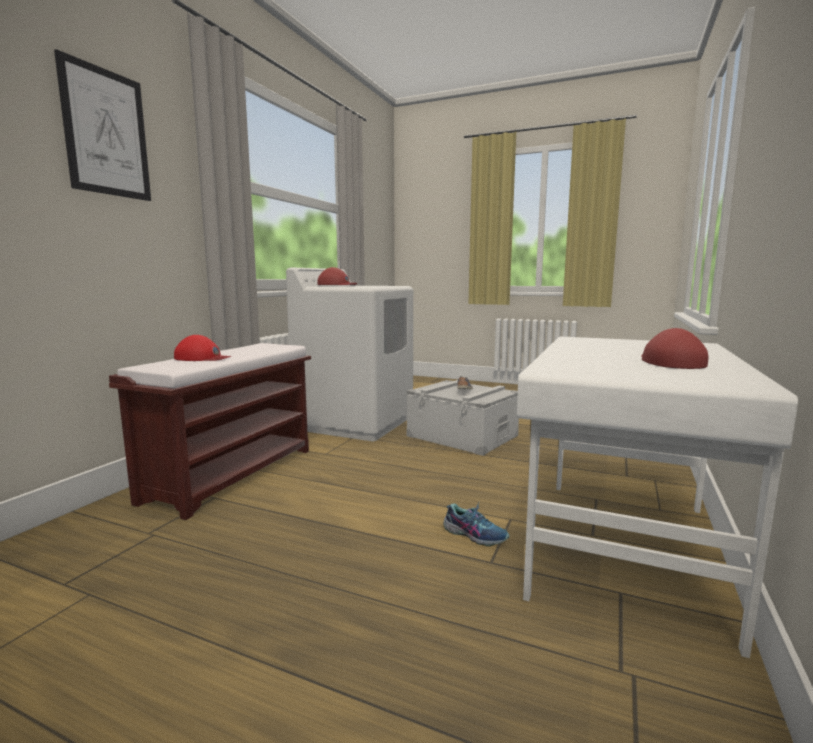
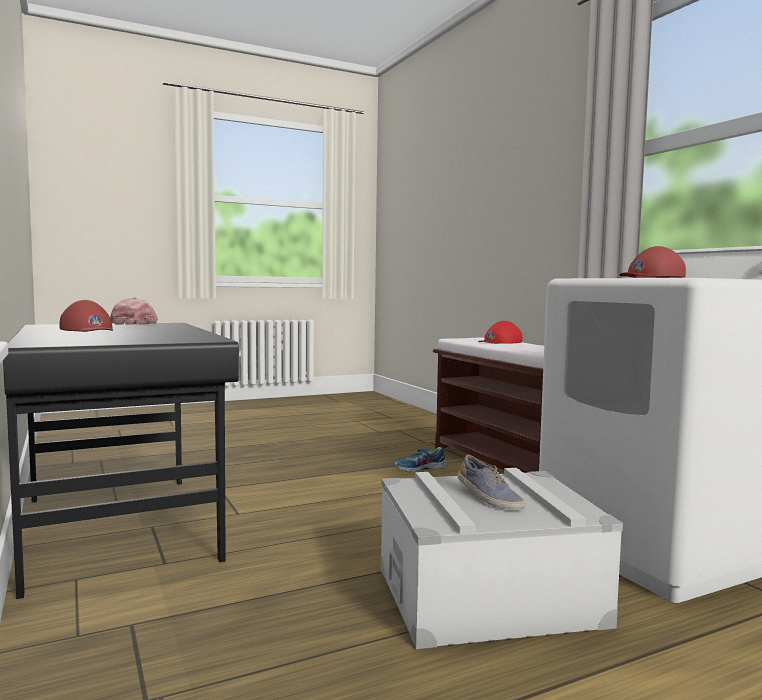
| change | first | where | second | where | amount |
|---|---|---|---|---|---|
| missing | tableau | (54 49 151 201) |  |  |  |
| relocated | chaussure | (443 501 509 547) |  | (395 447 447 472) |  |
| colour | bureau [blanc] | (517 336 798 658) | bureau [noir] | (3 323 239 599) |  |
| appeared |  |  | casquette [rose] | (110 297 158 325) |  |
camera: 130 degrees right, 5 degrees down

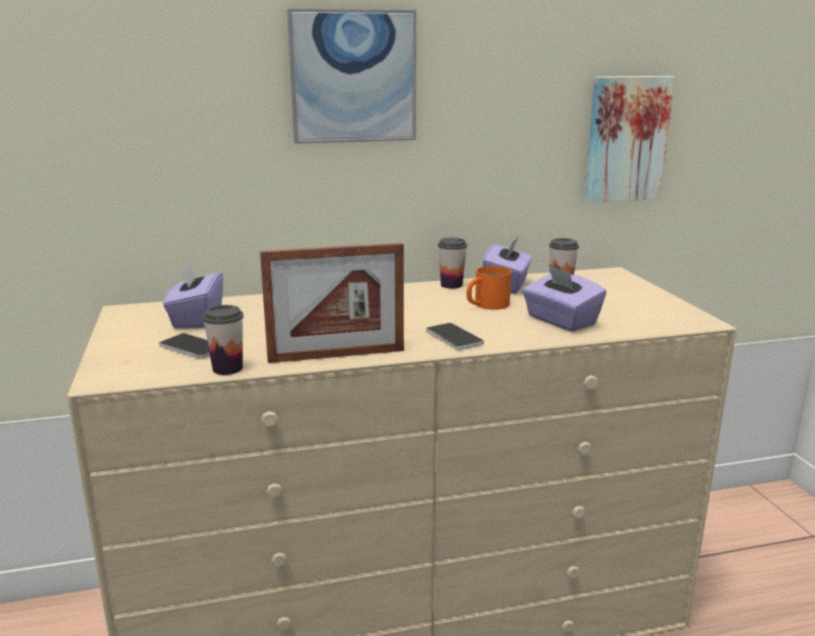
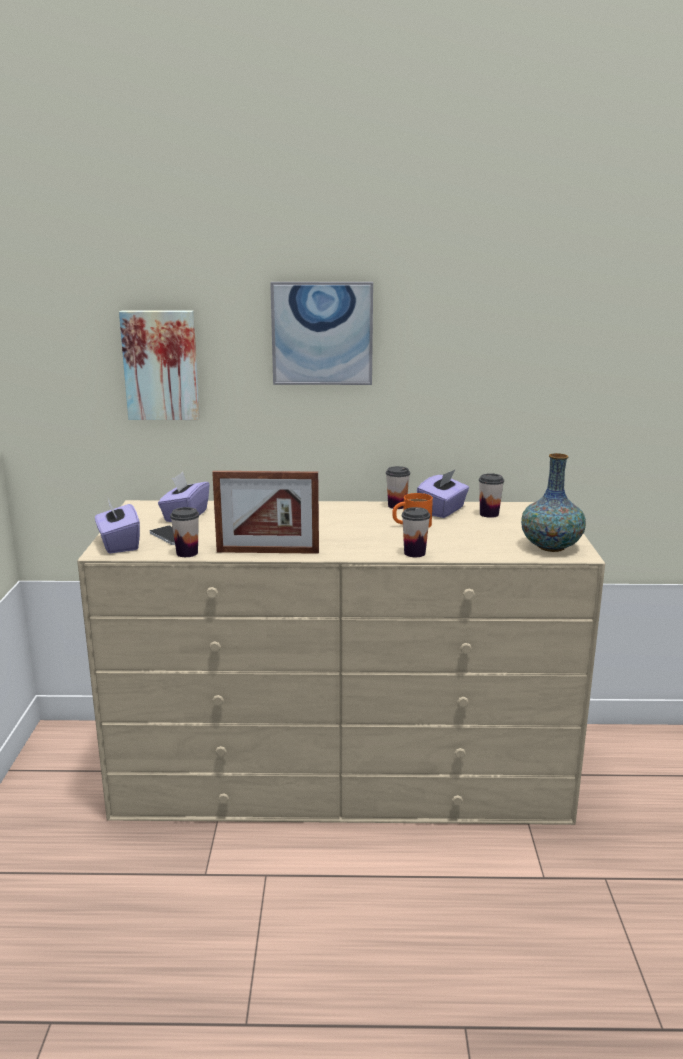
| change | first | where | second | where | amount |
|---|---|---|---|---|---|
| missing | téléphone | (426 323 484 350) |  |  |  |
| relocated | boîte à mouchoirs [violet] | (522 264 606 332) |  | (95 498 140 554) |  |
| relocated | tableau | (585 76 675 203) |  | (119 310 200 420) |  |
| appeared |  |  | tasse | (402 507 430 557) |  |
| appeared |  |  | vase | (521 453 586 552) |  |
camera: 15 degrees right, 0 degrees up

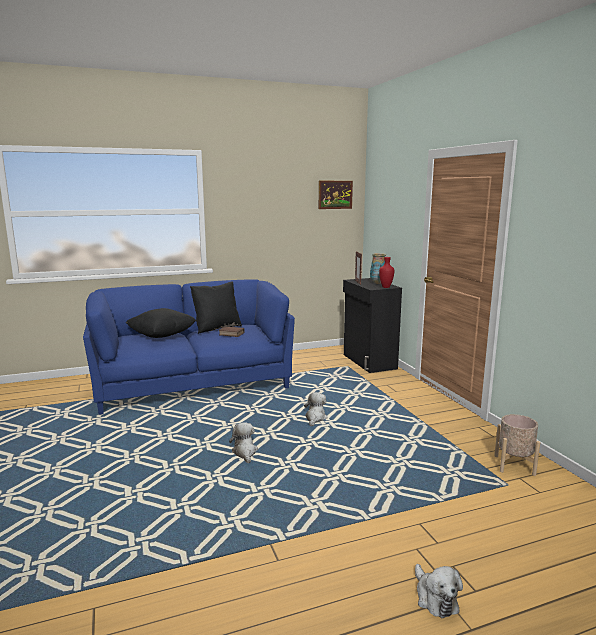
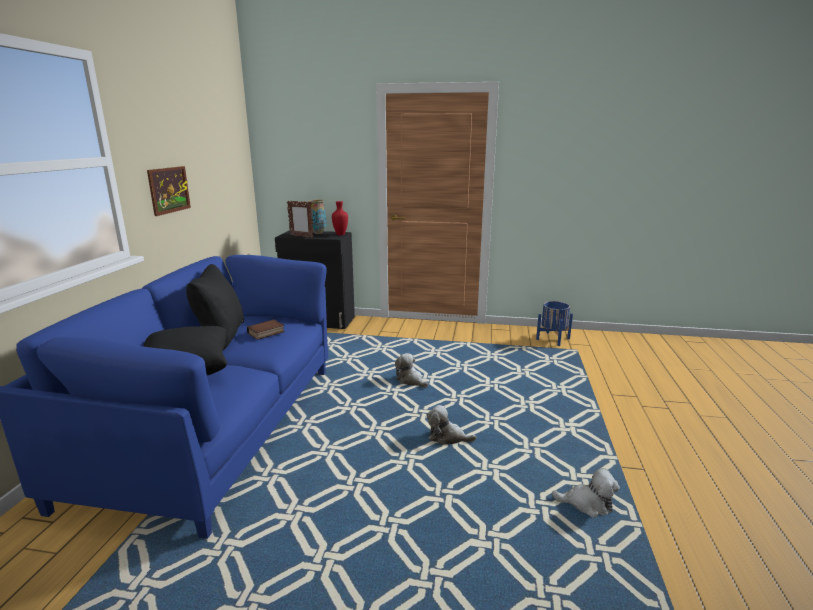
| change | first | where | second | where | amount |
|---|---|---|---|---|---|
| relocated | tableau | (319 181 353 209) |  | (147 166 191 216) |  |
| relocated | peluche | (415 564 463 618) |  | (552 468 620 518) |  |
| colour | cache-pot [beige] | (494 414 540 476) | cache-pot [bleu] | (536 301 573 346) |  |
camera: 60 degrees left, 5 degrees up

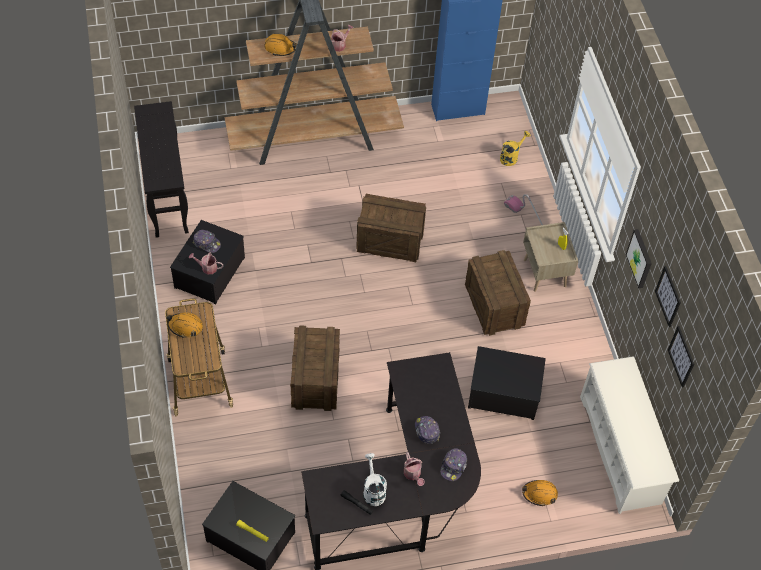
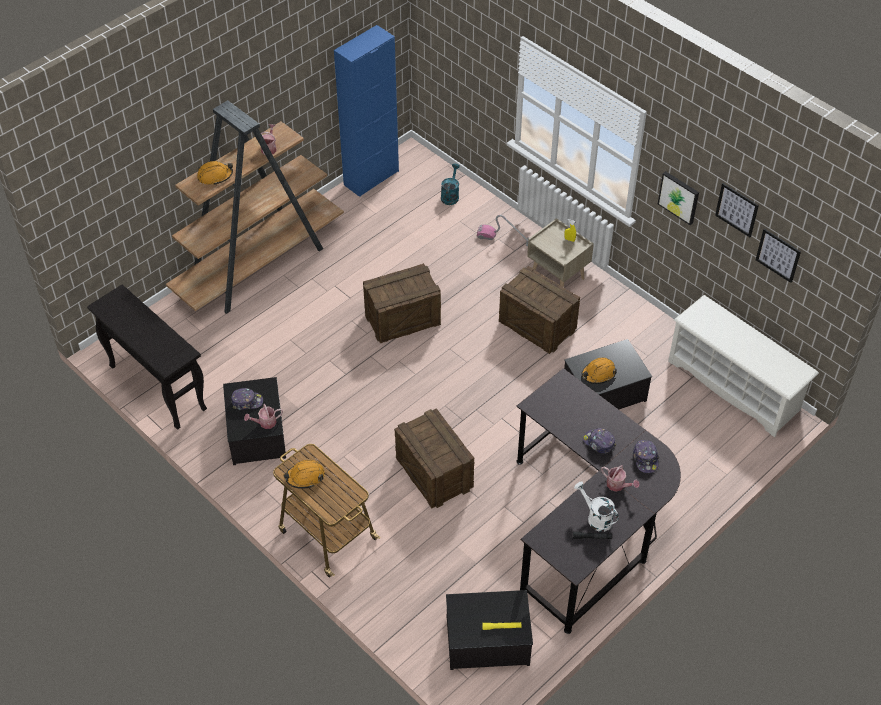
| change | first | where | second | where | amount |
|---|---|---|---|---|---|
| colour | arrosoir [jaune] | (500 131 530 166) | arrosoir [turquoise] | (441 164 460 205) |  |
| relocated | casque de chantier [orange] | (522 480 558 506) |  | (582 358 617 384) |  |
camera: 30 degrees left, 5 degrees down

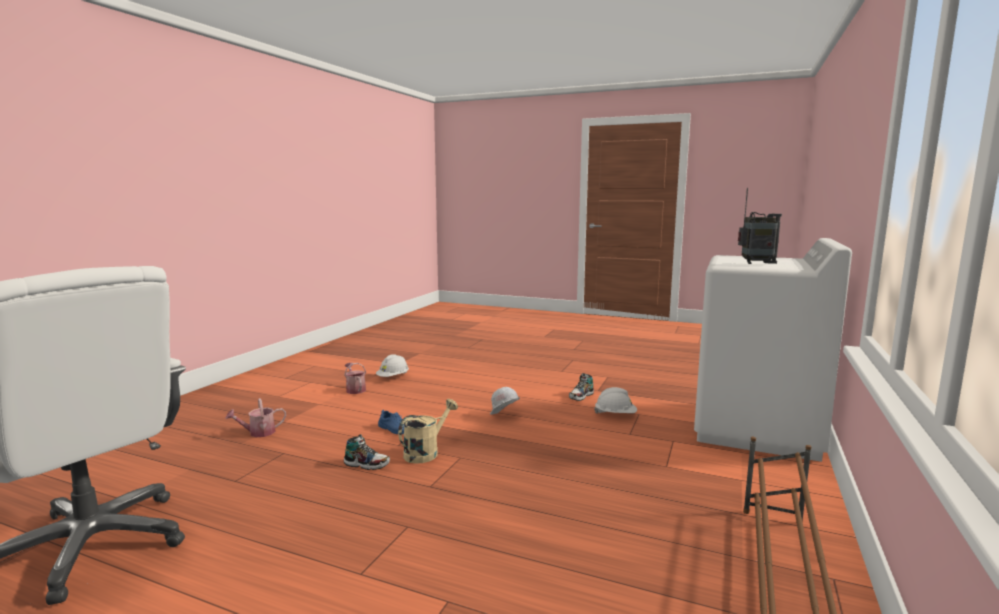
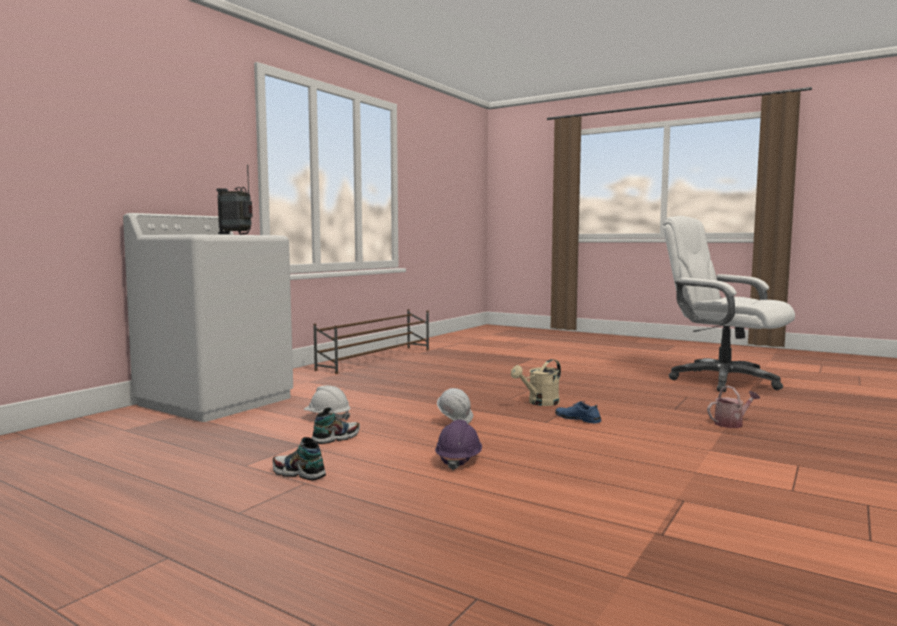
| change | first | where | second | where | amount |
|---|---|---|---|---|---|
| missing | arrosoir | (344 363 366 394) |  |  |  |
| relocated | chaussure | (344 434 390 470) |  | (273 437 326 480) |  |
| missing | casque de chantier [blanc] | (376 354 409 377) |  |  |  |
| appeared |  |  | casque de chantier [violet] | (435 420 482 470) |  |
camera: 170 degrees left, 5 degrees down

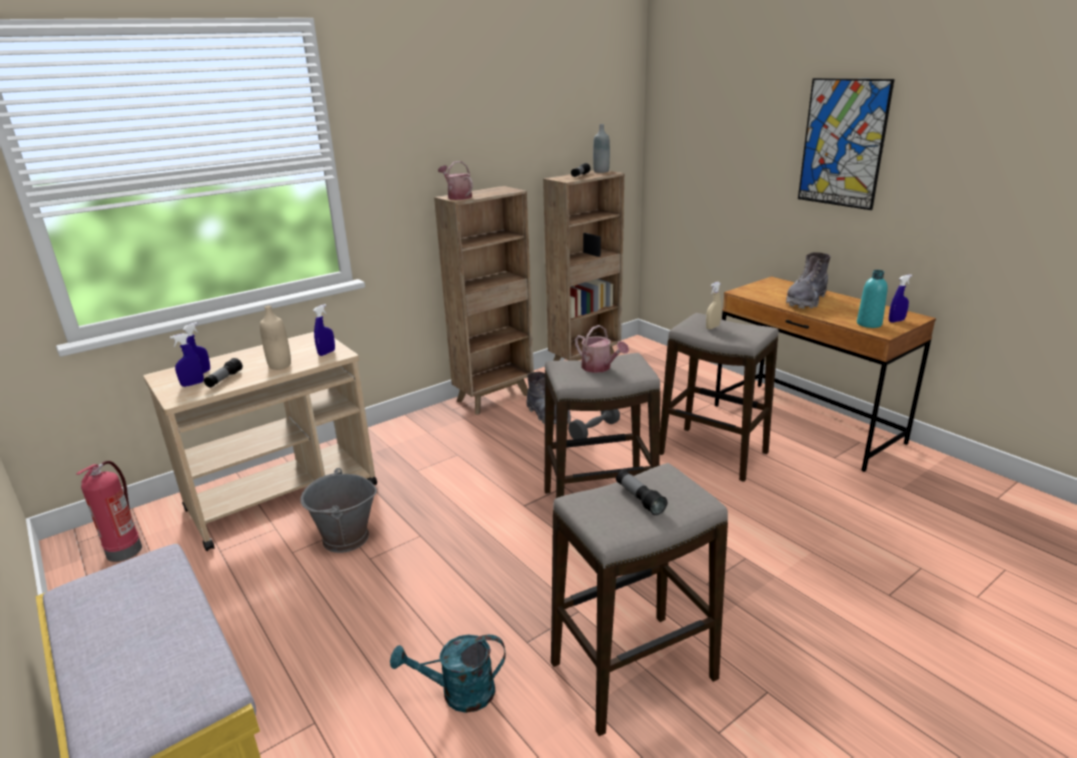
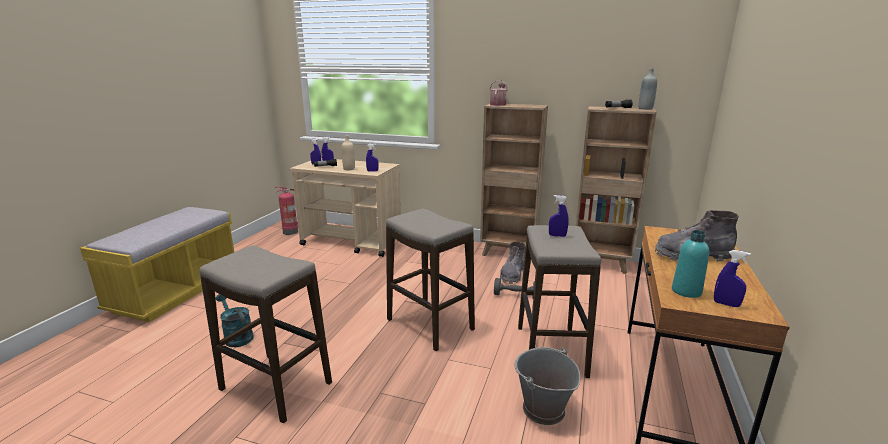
| change | first | where | second | where | amount |
|---|---|---|---|---|---|
| relocated | seau [gris] | (300 468 377 553) |  | (515 347 580 425) |  |
| missing | arrosoir | (575 325 629 373) |  |  |  |
| missing | lampe de poche | (616 470 667 515) |  |  |  |
| colour | vaporisateur [beige] | (706 282 721 329) | vaporisateur [bleu] | (549 195 569 237) |  |
| missing | tableau | (798 78 895 210) |  |  |  |
camera: 55 degrees right, 5 degrees down

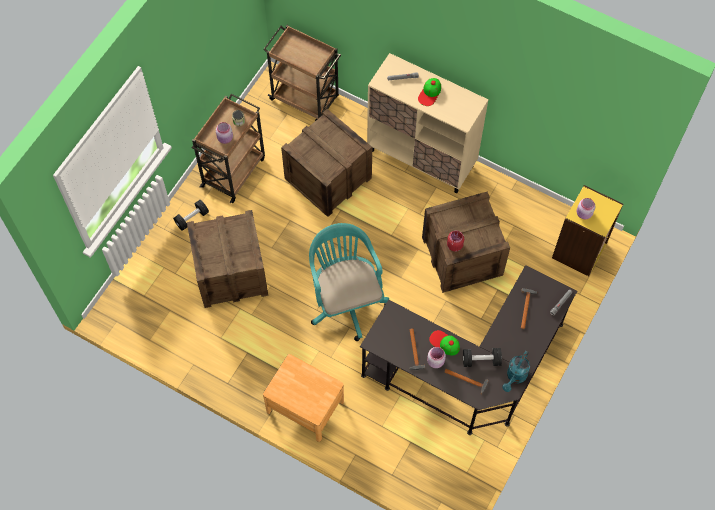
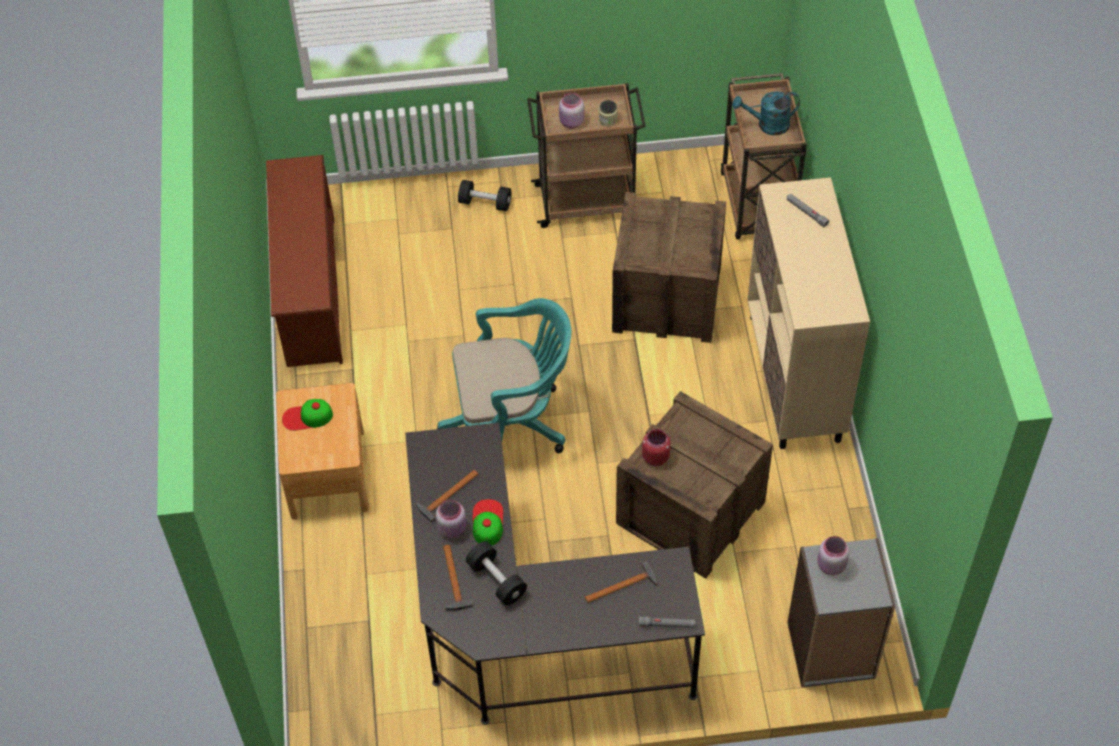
| change | first | where | second | where | amount |
|---|---|---|---|---|---|
| missing | caisse | (187 210 268 308) |  |  |  |
| spun | chaise de bureau [turquoise] | (309 223 389 341) |  | (437 298 571 453) | 45 degrees clockwise |
| relocated | casquette | (418 78 441 106) |  | (282 399 333 431) |  |
| relocated | arrosoir [turquoise] | (502 351 530 392) |  | (732 91 800 135) |  |
| colour | bibliothèque [jaune] | (552 185 623 276) | bibliothèque [gris] | (787 538 895 687) |  |
| appeared |  |  | étagère à chaussures [marron] | (266 155 343 367) |  |
camera: 55 degrees right, 10 degrees down

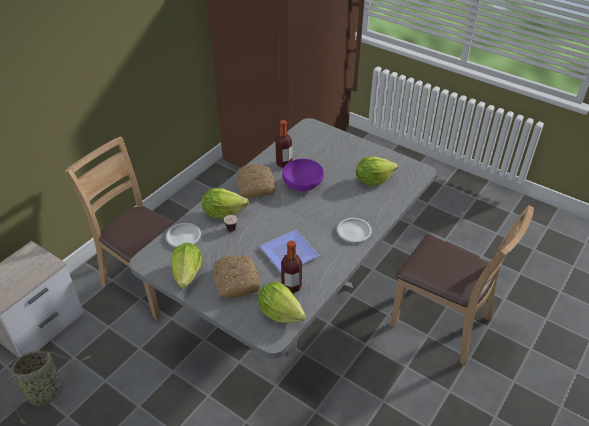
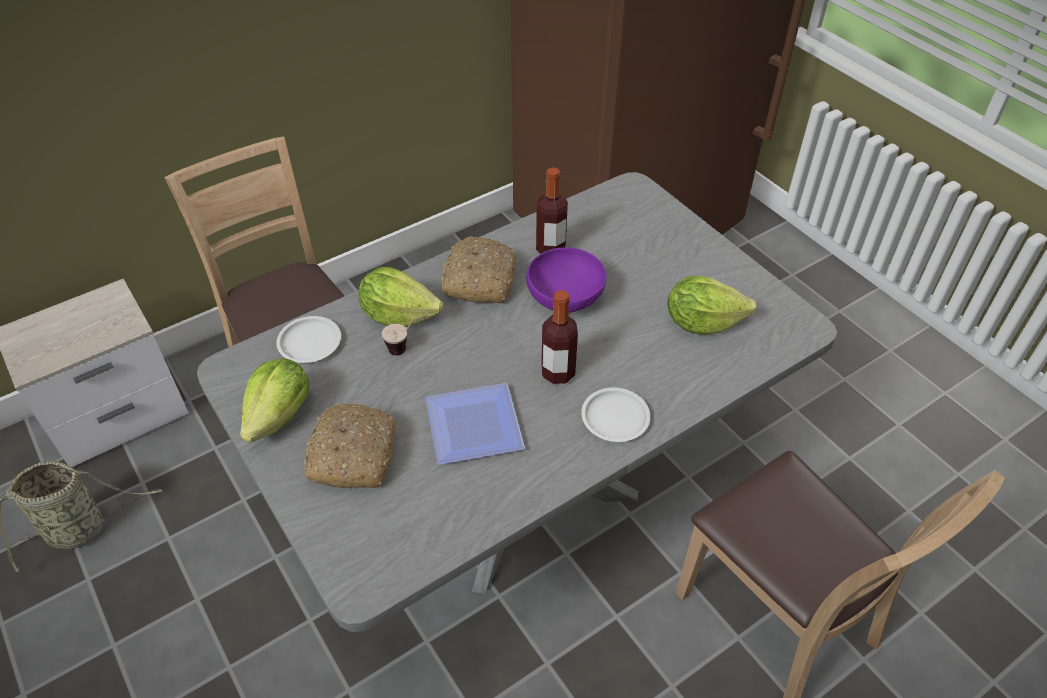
| change | first | where | second | where | amount |
|---|---|---|---|---|---|
| missing | laitue | (258 282 306 323) |  |  |  |
| relocated | bouteille | (281 240 302 293) |  | (541 290 578 384) |  |
camera: 20 degrees right, 5 degrees up

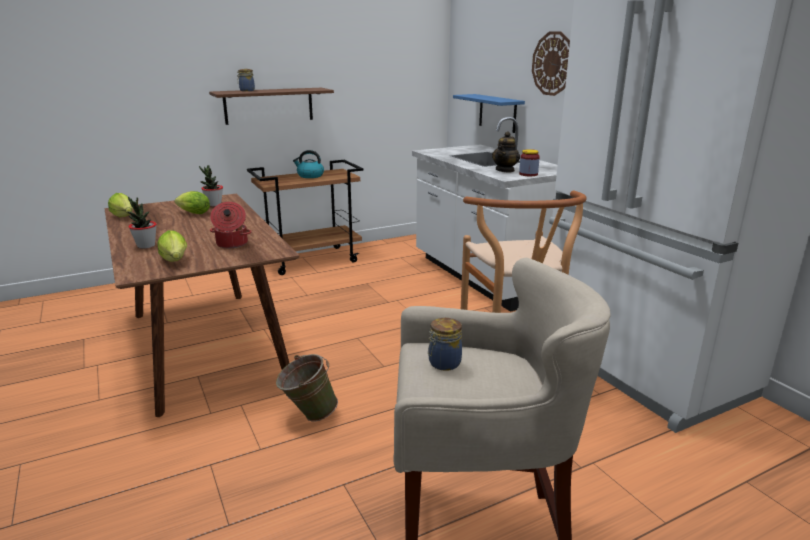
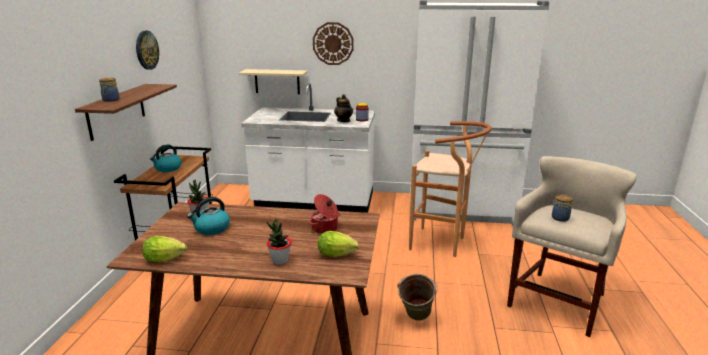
| change | first | where | second | where | amount |
|---|---|---|---|---|---|
| exchanged | laitue | (174 191 210 214) | bouilloire | (187 197 230 235) |  |
| colour | étagère [bleu] | (453 94 525 133) | étagère [beige] | (239 69 308 94) |  |
| appeared |  |  | horloge murale | (136 31 159 70) |  |
camera: 55 degrees left, 0 degrees up

